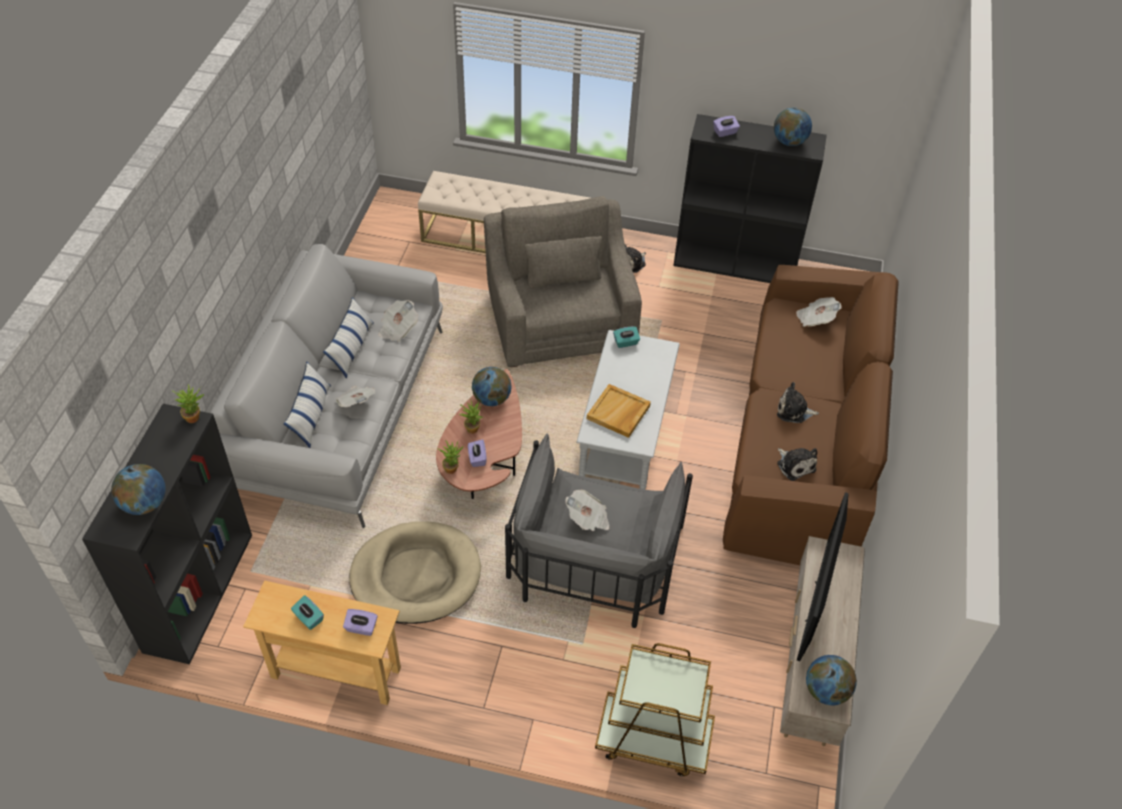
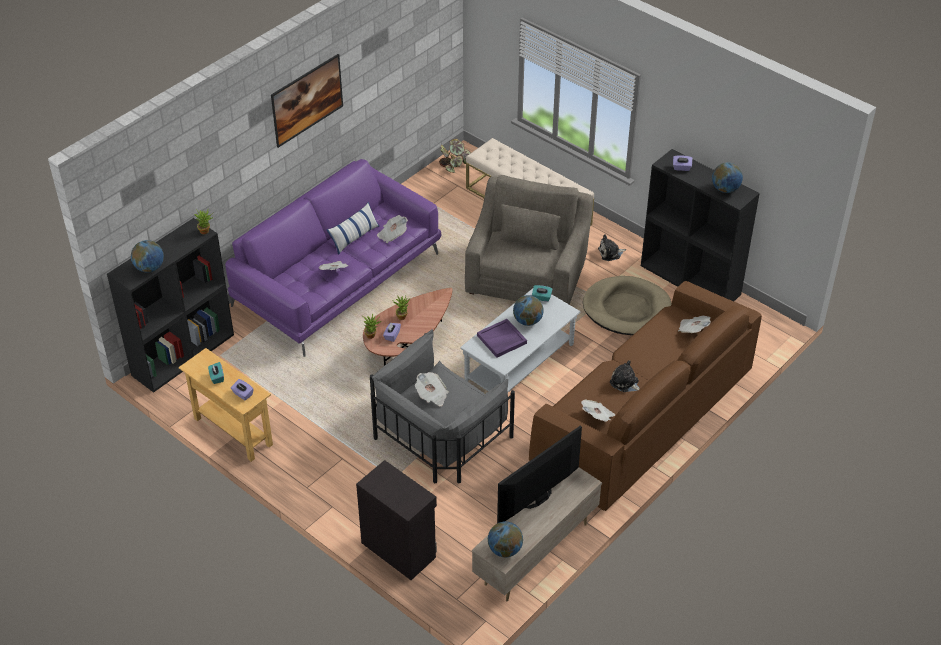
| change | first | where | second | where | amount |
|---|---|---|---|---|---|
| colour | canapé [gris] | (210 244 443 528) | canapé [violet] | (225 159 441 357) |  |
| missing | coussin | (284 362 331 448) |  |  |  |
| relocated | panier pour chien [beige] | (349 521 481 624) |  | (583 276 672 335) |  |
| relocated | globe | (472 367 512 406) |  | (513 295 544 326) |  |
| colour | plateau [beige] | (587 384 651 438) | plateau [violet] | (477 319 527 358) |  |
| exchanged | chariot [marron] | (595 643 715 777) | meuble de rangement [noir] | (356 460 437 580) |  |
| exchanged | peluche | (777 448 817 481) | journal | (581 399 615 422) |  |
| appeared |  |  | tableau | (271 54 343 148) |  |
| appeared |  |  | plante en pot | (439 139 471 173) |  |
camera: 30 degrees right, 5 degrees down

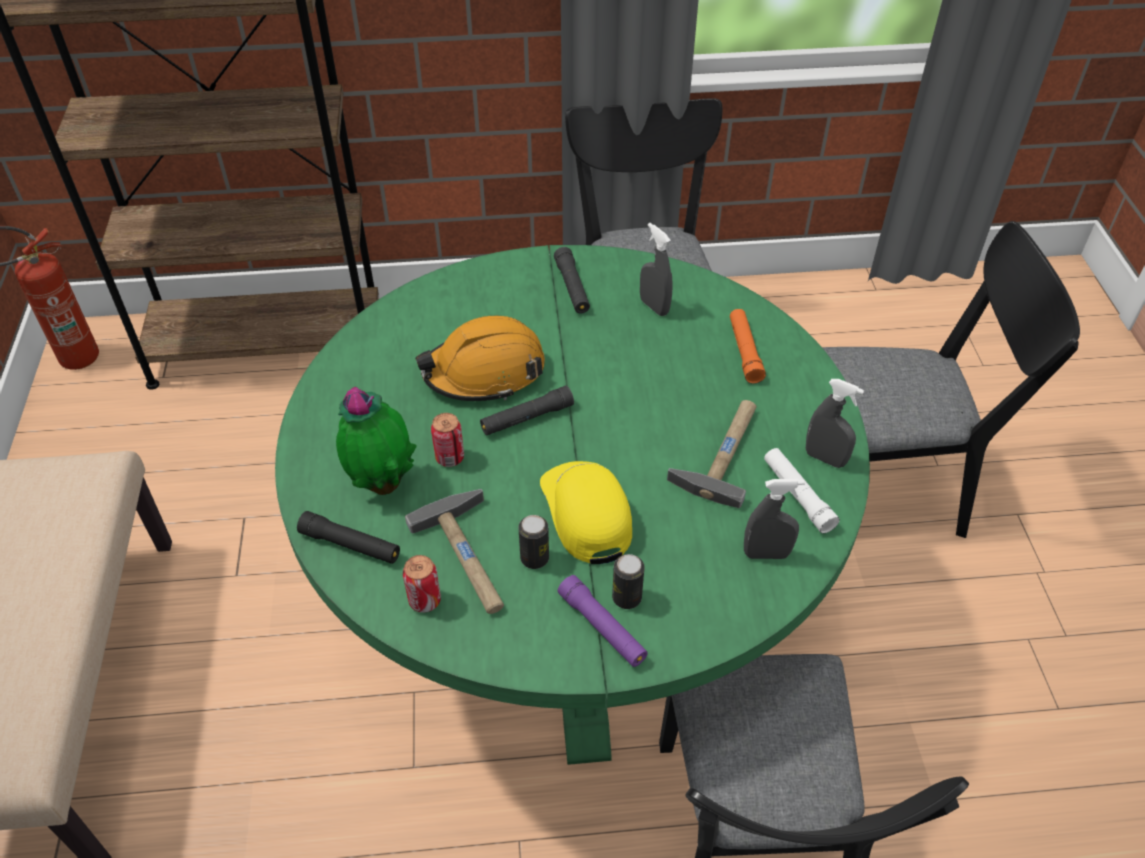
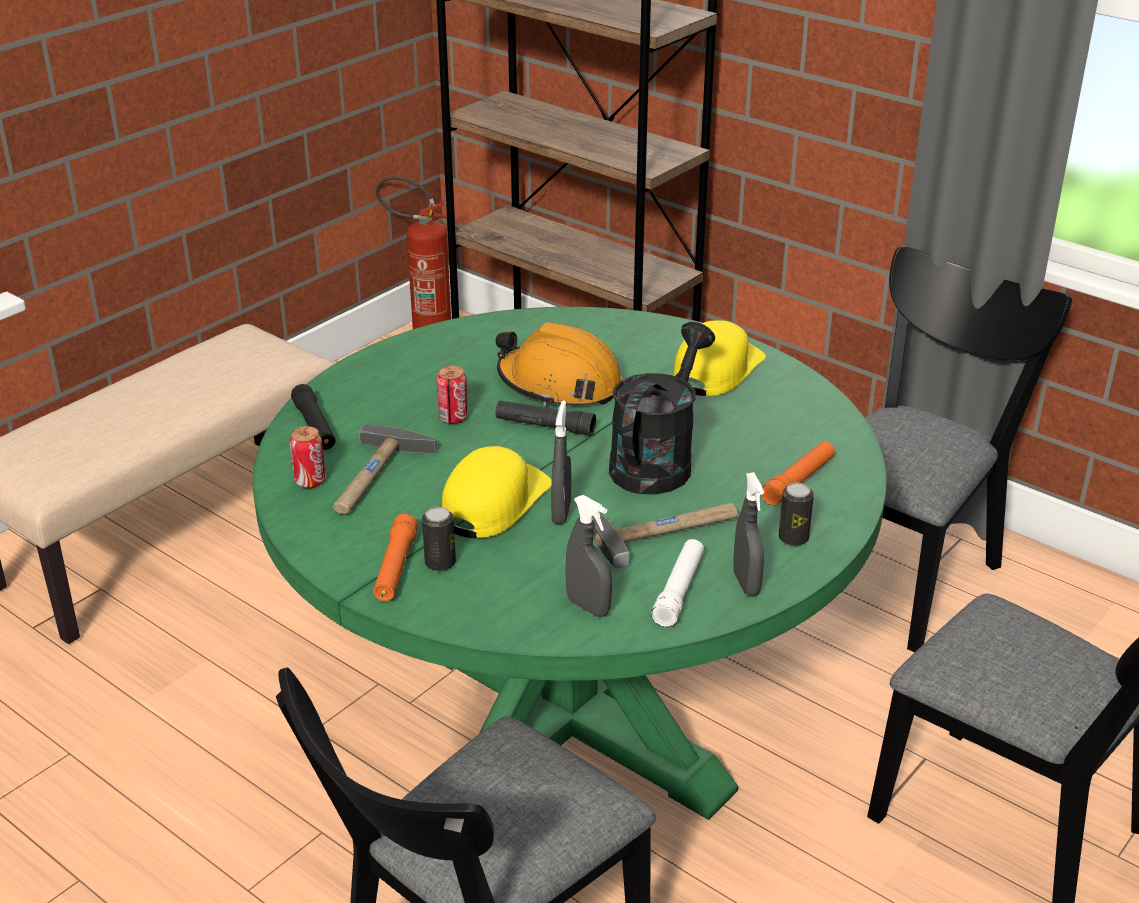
| change | first | where | second | where | amount |
|---|---|---|---|---|---|
| missing | plante en pot | (336 386 417 495) |  |  |  |
| relocated | boîte métallique | (519 515 549 569) |  | (779 483 814 546) |  |
| exchanged | lampe de poche [noir] | (554 247 590 314) | casquette [jaune] | (673 320 766 396) |  |
| colour | lampe de poche [violet] | (558 575 648 667) | lampe de poche [orange] | (373 514 418 601) |  |
| relocated | vaporisateur [gris] | (640 223 673 316) |  | (551 401 571 524) |  |
| appeared |  |  | arrosoir [noir] | (609 322 715 494) |  |
camera: 45 degrees right, 15 degrees down

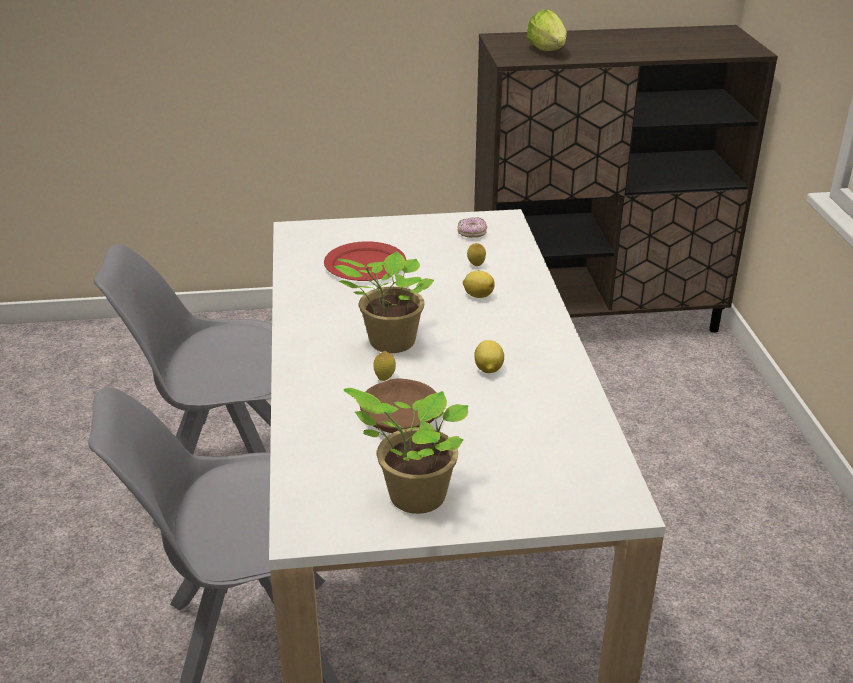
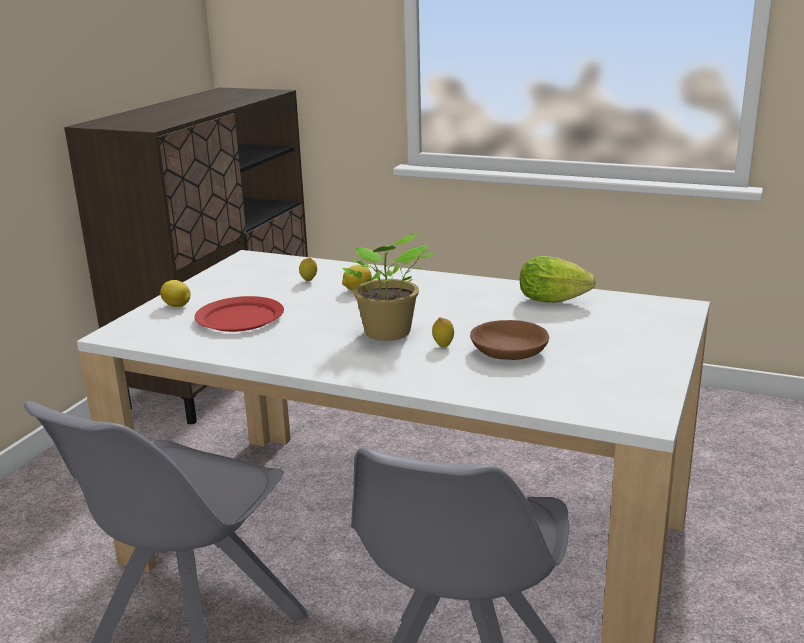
| change | first | where | second | where | amount |
|---|---|---|---|---|---|
| missing | plante en pot | (344 388 468 514) |  |  |  |
| missing | beignet | (457 217 487 238) |  |  |  |
| relocated | citron | (474 340 504 373) |  | (160 280 190 307) |  |
| relocated | laitue | (527 9 567 51) |  | (520 256 596 303) |  |
camera: 60 degrees left, 10 degrees down

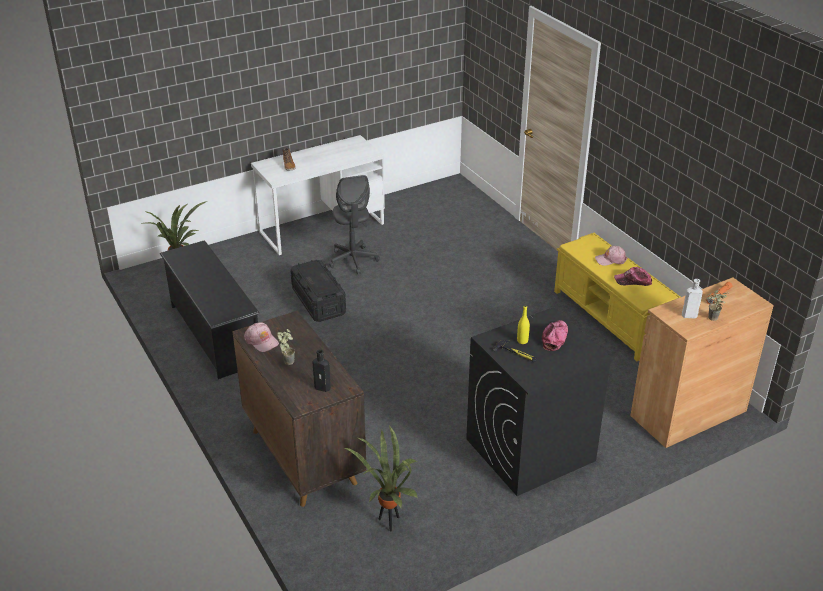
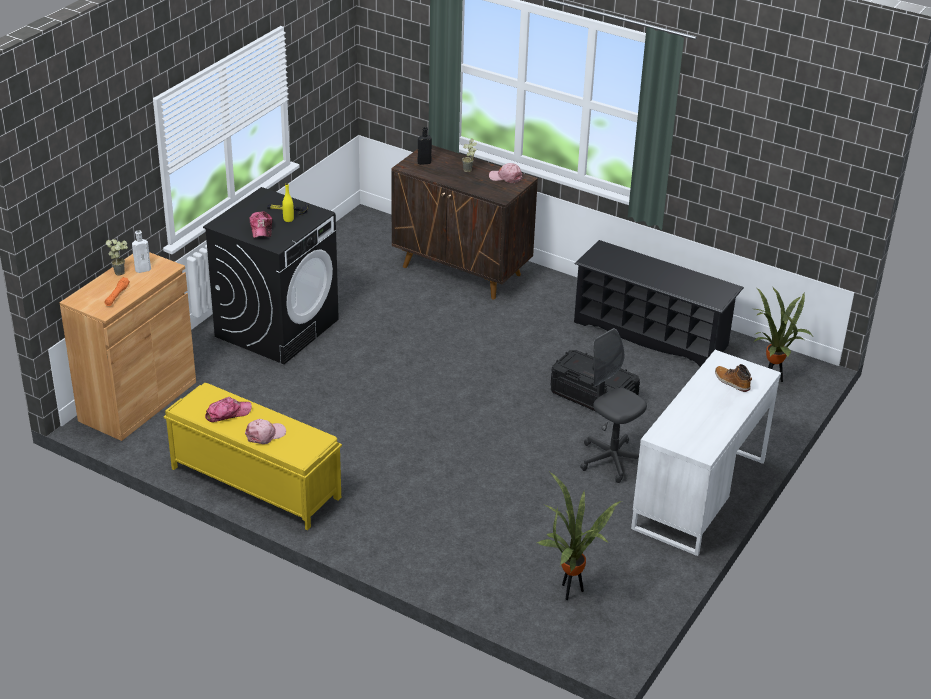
| change | first | where | second | where | amount |
|---|---|---|---|---|---|
| relocated | plante en pot | (344 425 418 531) |  | (537 471 621 600) |  |
camera: 150 degrees right, 0 degrees up

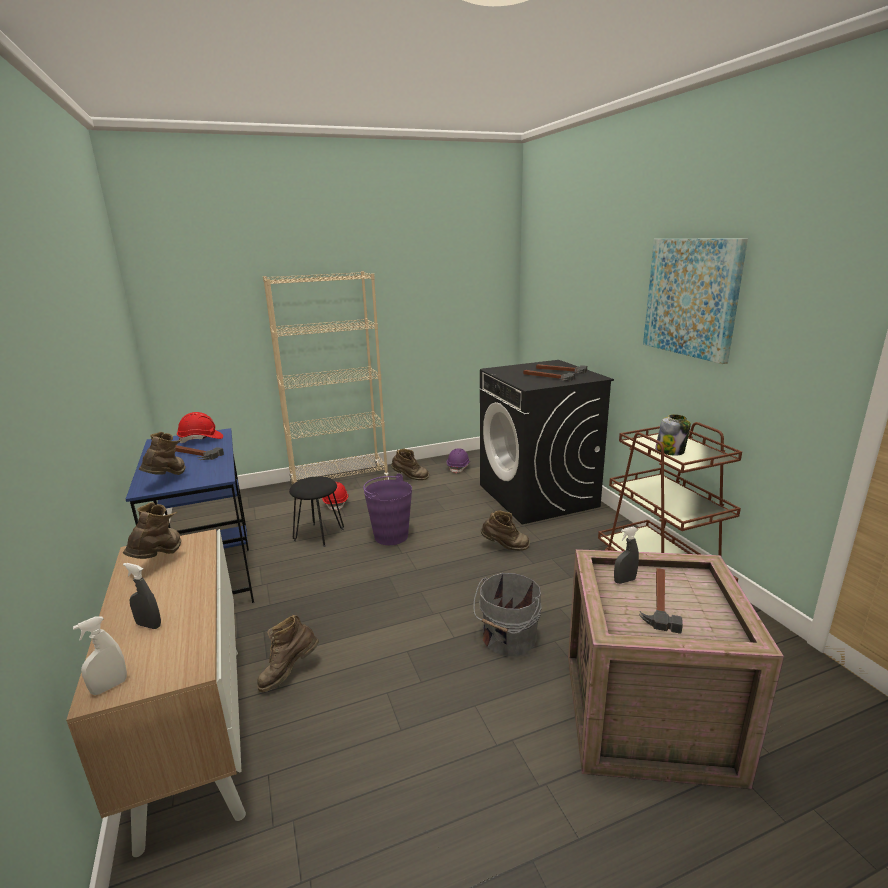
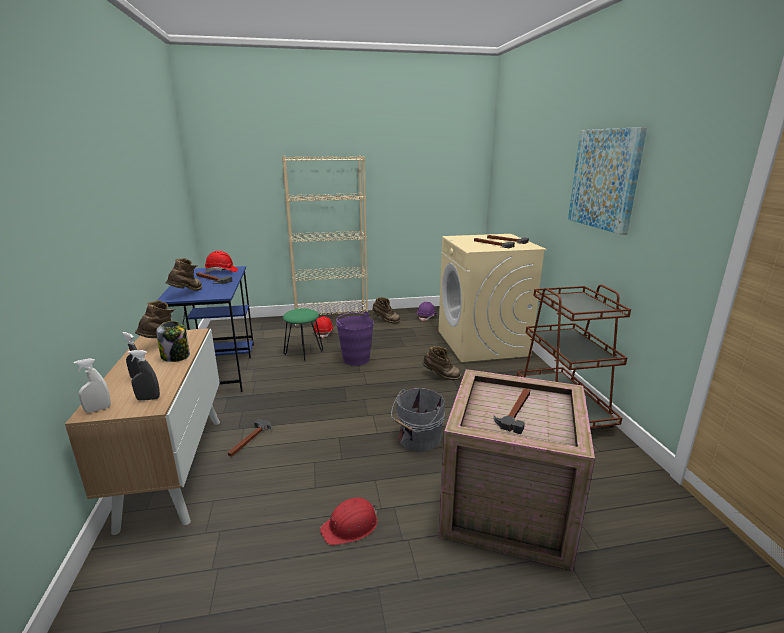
| change | first | where | second | where | amount |
|---|---|---|---|---|---|
| exchanged | botte [marron] | (257 615 319 692) | marteau | (228 419 272 457) |  |
| colour | tabouret [noir] | (289 476 344 547) | tabouret [vert] | (283 308 323 362) |  |
| colour | lave-linge [noir] | (480 360 614 524) | lave-linge [beige] | (439 234 547 362) |  |
| relocated | vaporisateur [gris] | (614 526 639 584) |  | (128 350 160 401) |  |
| relocated | bocal | (655 414 691 456) |  | (156 321 190 362) |  |
| appeared |  |  | casque de chantier [rouge] | (320 498 378 545) |  |
camera: 10 degrees right, 0 degrees up

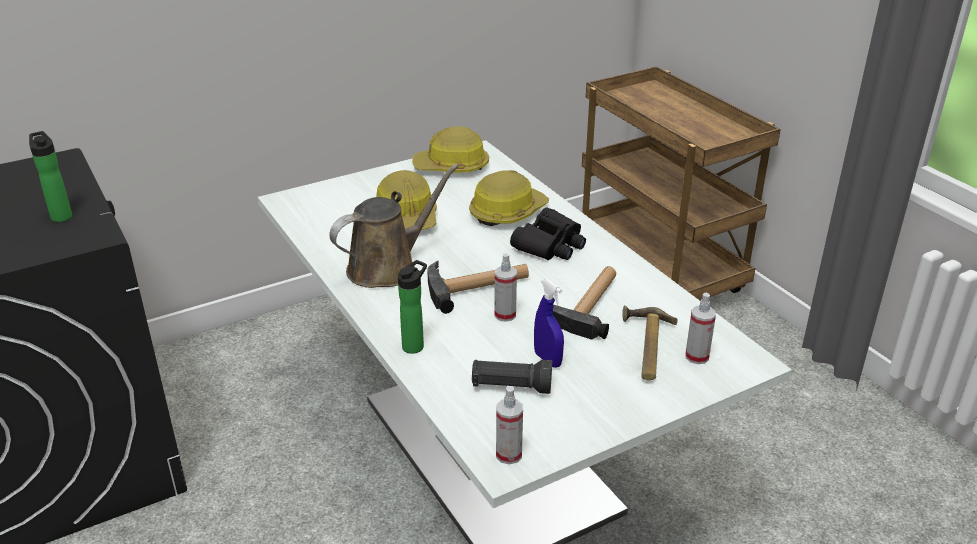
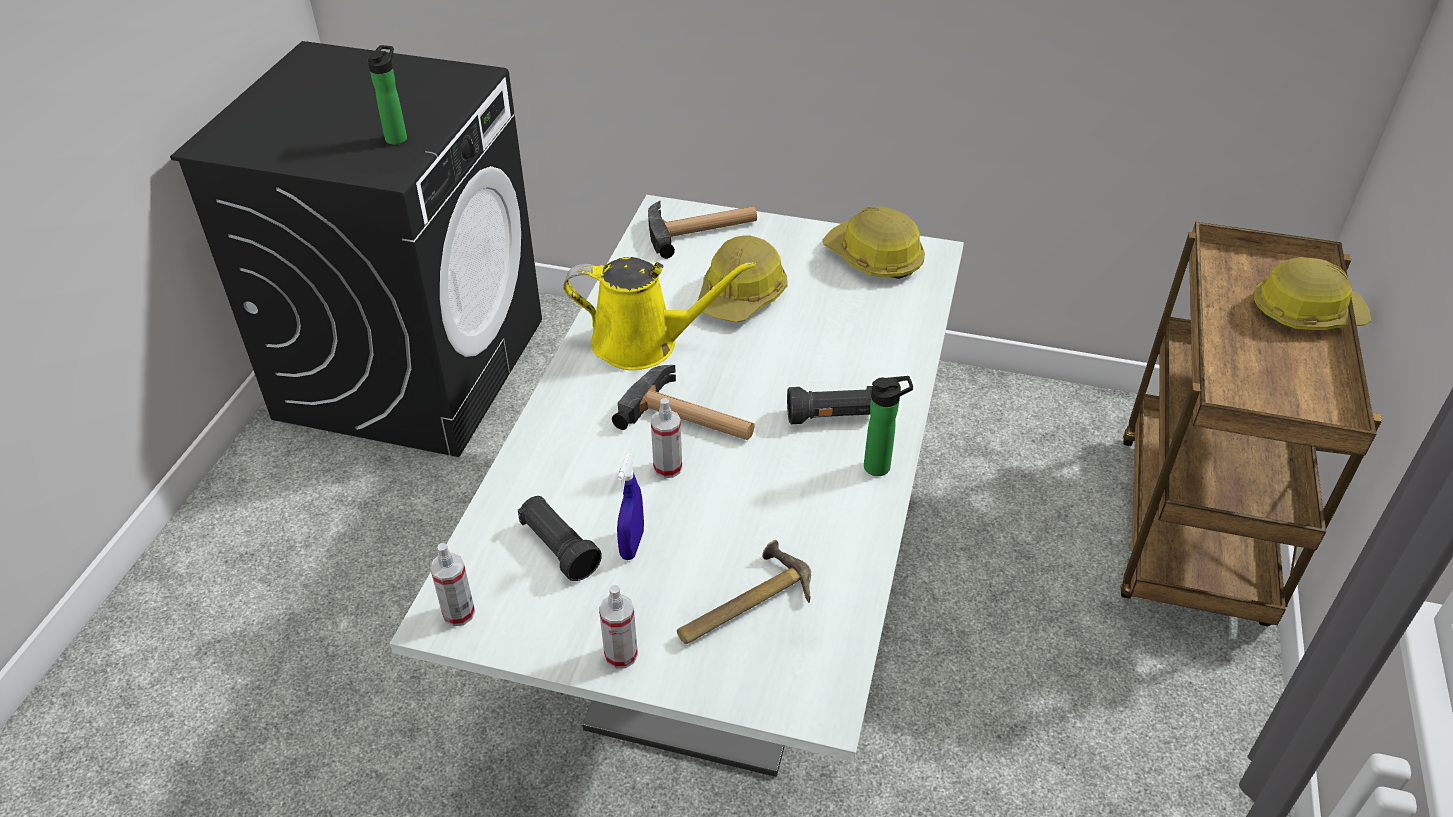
| change | first | where | second | where | amount |
|---|---|---|---|---|---|
| colour | arrosoir [marron] | (329 164 459 288) | arrosoir [jaune] | (563 257 756 370) |  |
| relocated | bouteille | (398 260 427 354) |  | (864 376 913 476) |  |
| relocated | casque de chantier | (469 170 549 226) |  | (1254 257 1371 330) |  |
| exchanged | jumelles [noir] | (510 208 586 260) | lampe de poche [noir] | (787 386 873 424) |  |
| relocated | marteau | (553 266 616 340) |  | (648 201 757 259) |  |
| relocated | vaporisateur | (685 293 716 364) |  | (599 585 638 669) |  |
camera: 45 degrees right, 10 degrees up

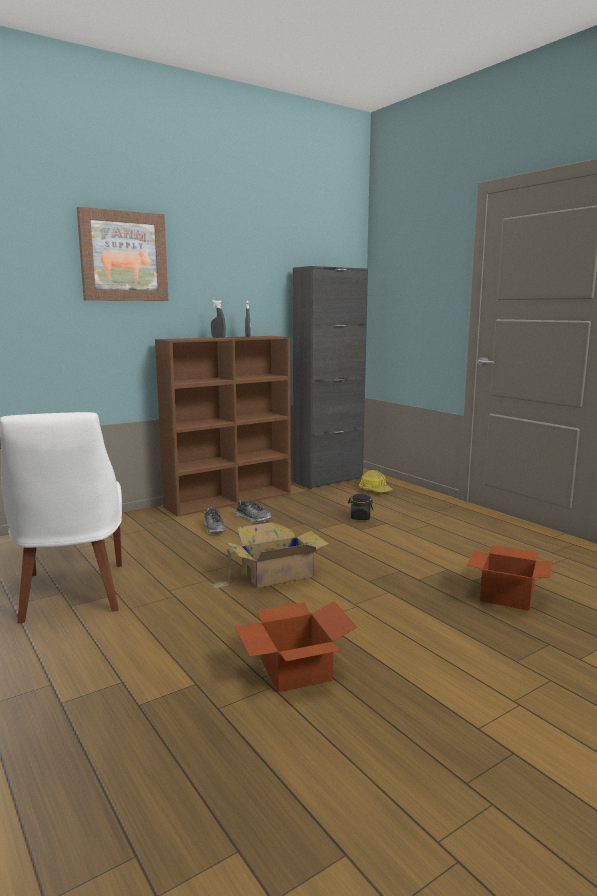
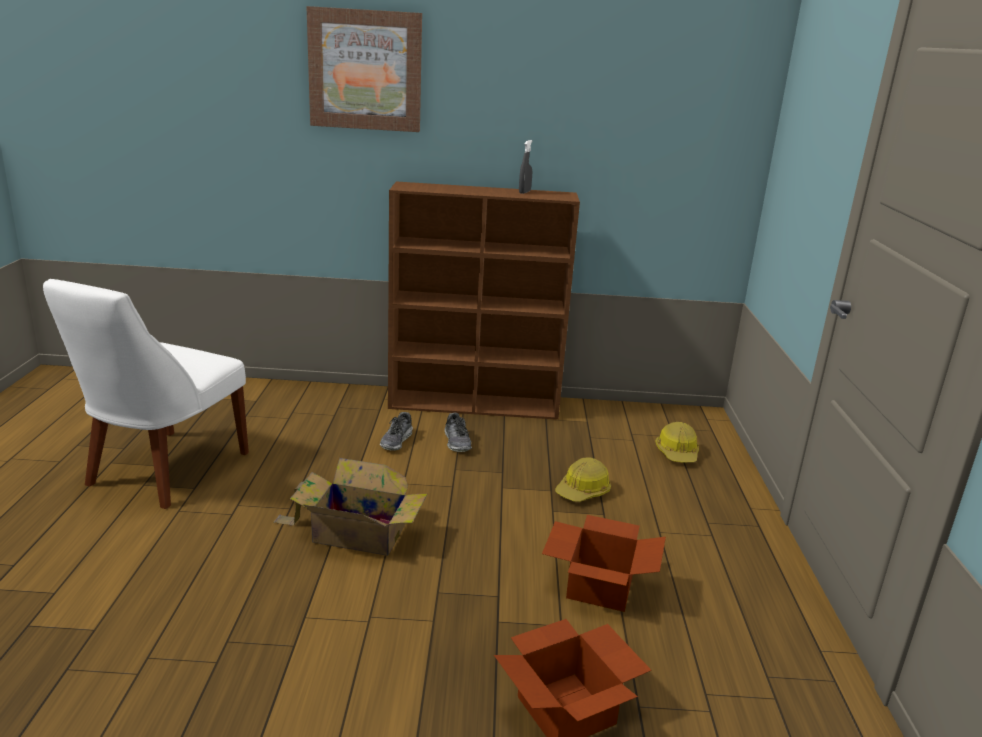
| change | first | where | second | where | amount |
|---|---|---|---|---|---|
| missing | vaporisateur [gris] | (211 300 226 338) |  |  |  |
| relocated | carton | (235 601 357 692) |  | (542 515 666 612) |  |
| missing | meuble de rangement [noir] | (293 266 368 489) |  |  |  |
| exchanged | bocal [noir] | (348 494 373 520) | casque de chantier | (555 457 611 502) |  |
camera: 35 degrees right, 10 degrees up

